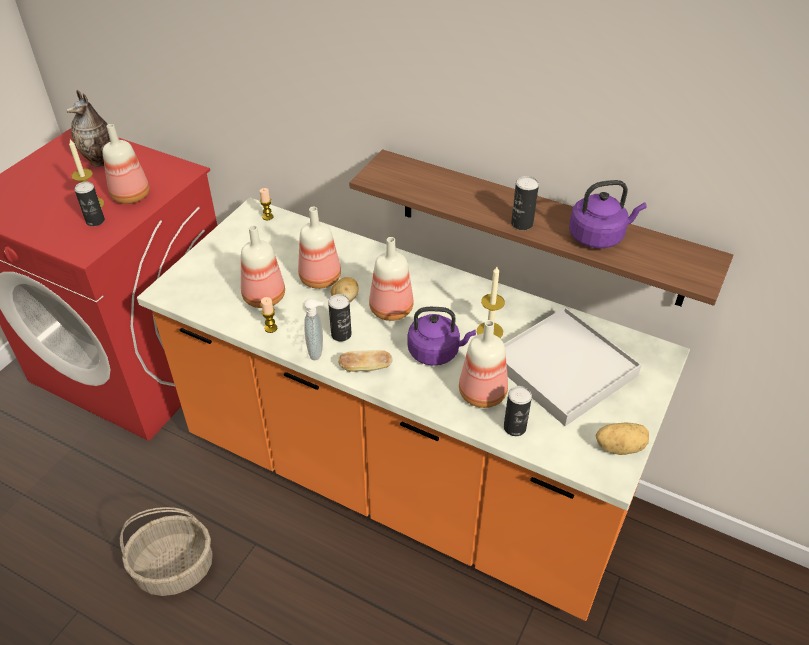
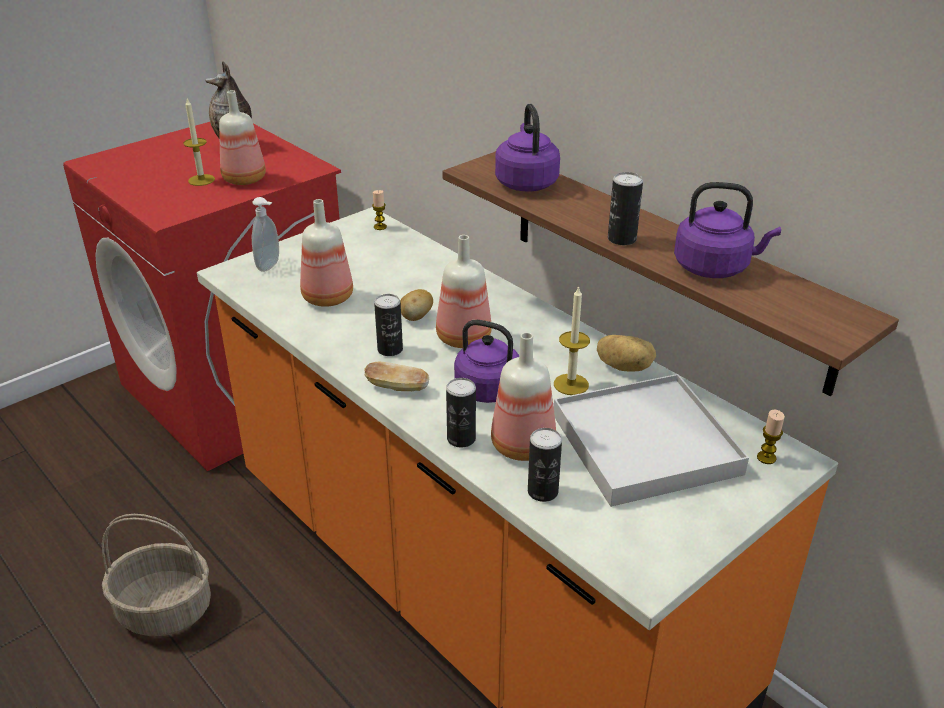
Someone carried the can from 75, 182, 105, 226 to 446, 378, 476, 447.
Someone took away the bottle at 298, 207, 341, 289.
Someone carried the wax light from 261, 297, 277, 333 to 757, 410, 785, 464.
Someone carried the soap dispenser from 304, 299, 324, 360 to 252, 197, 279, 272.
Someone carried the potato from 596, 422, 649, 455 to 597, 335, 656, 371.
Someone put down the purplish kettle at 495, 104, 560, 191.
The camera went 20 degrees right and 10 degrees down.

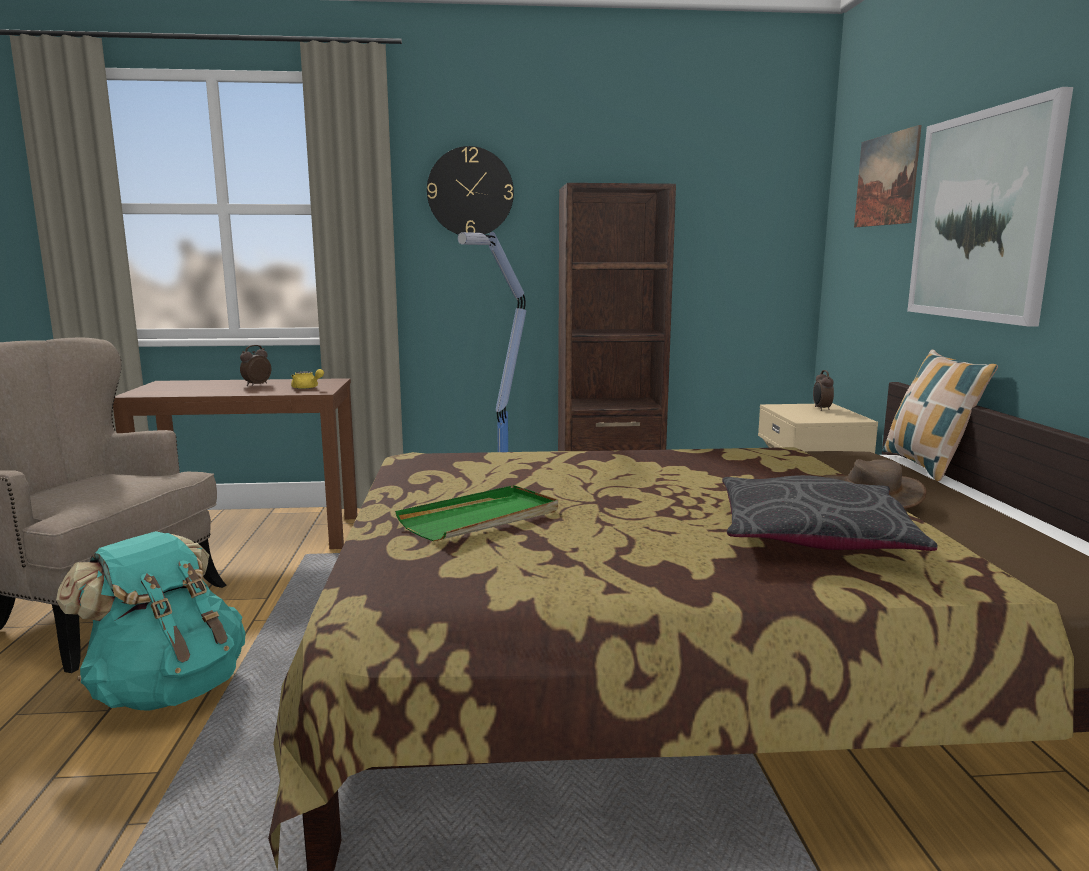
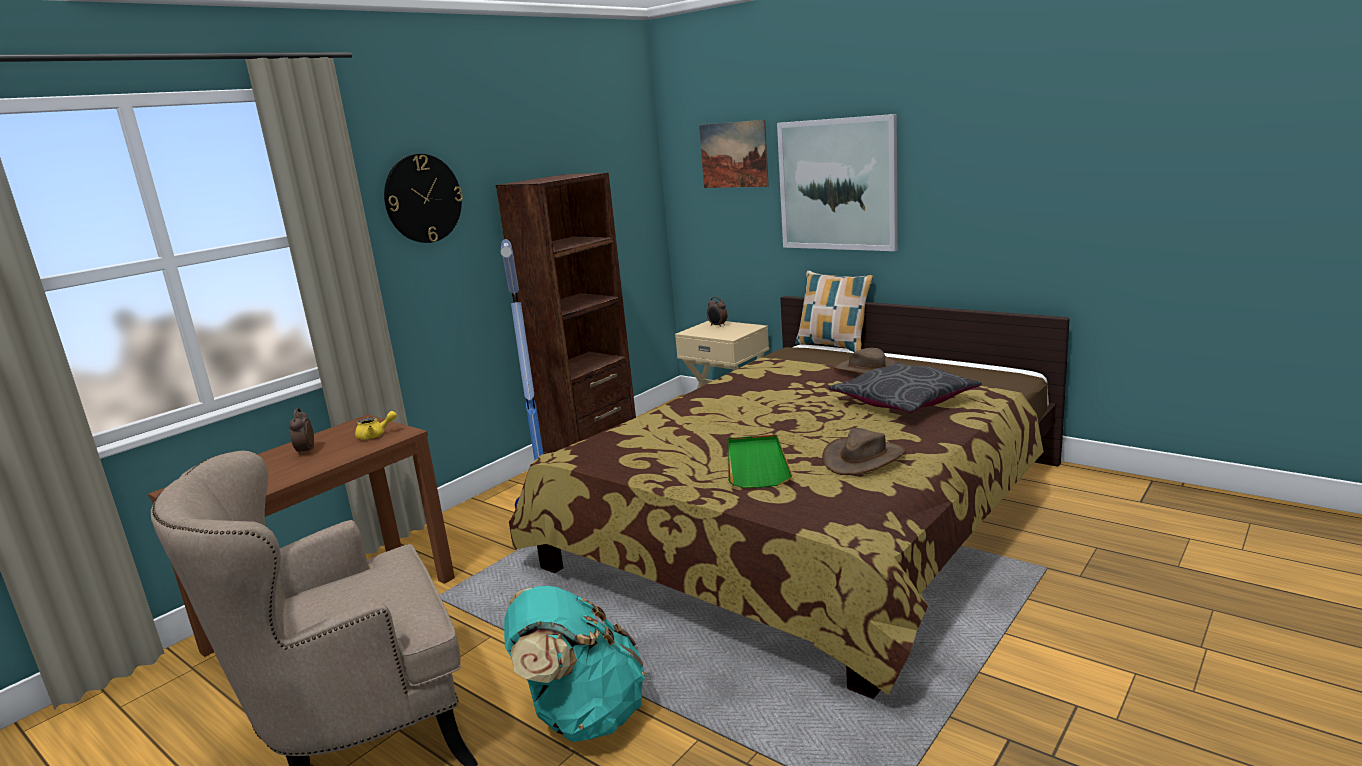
Someone put down the brown-coloured clothing hat at 822, 428, 905, 475.
The camera went 45 degrees left and 5 degrees up.

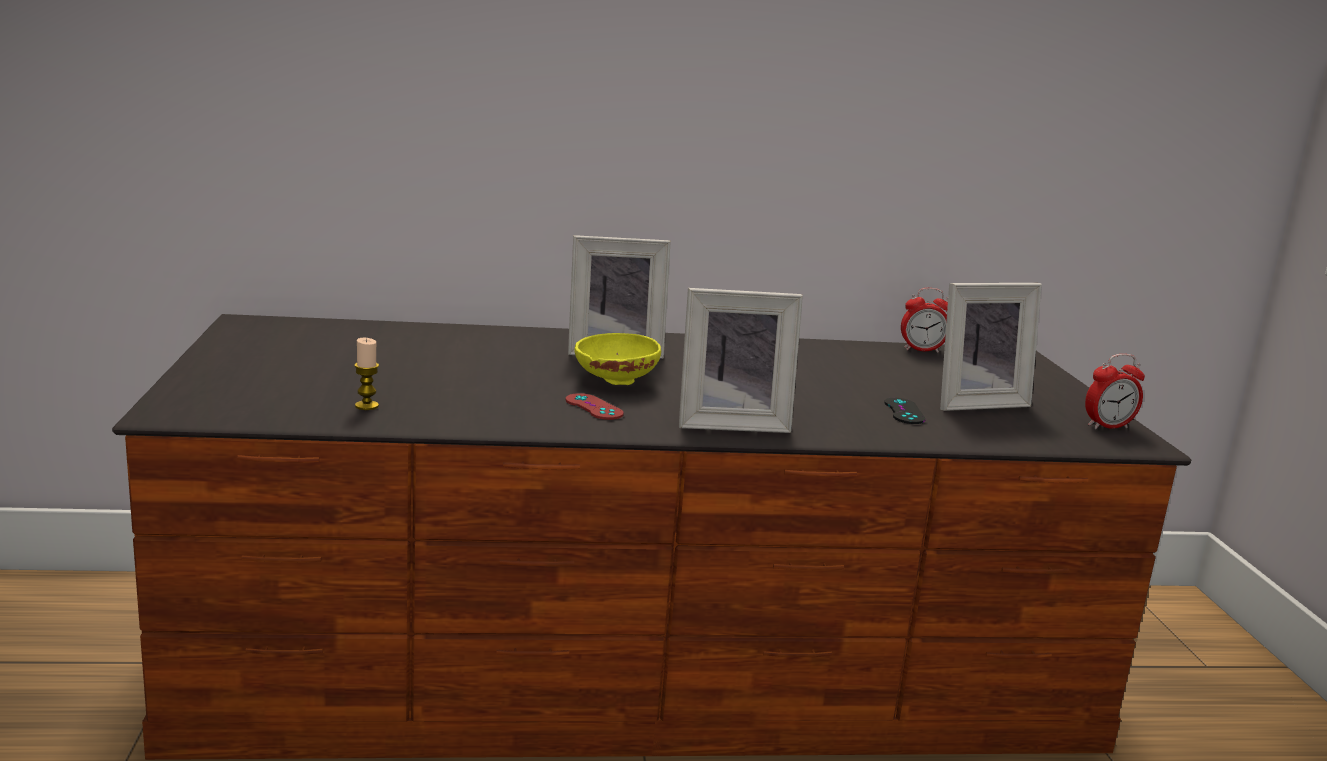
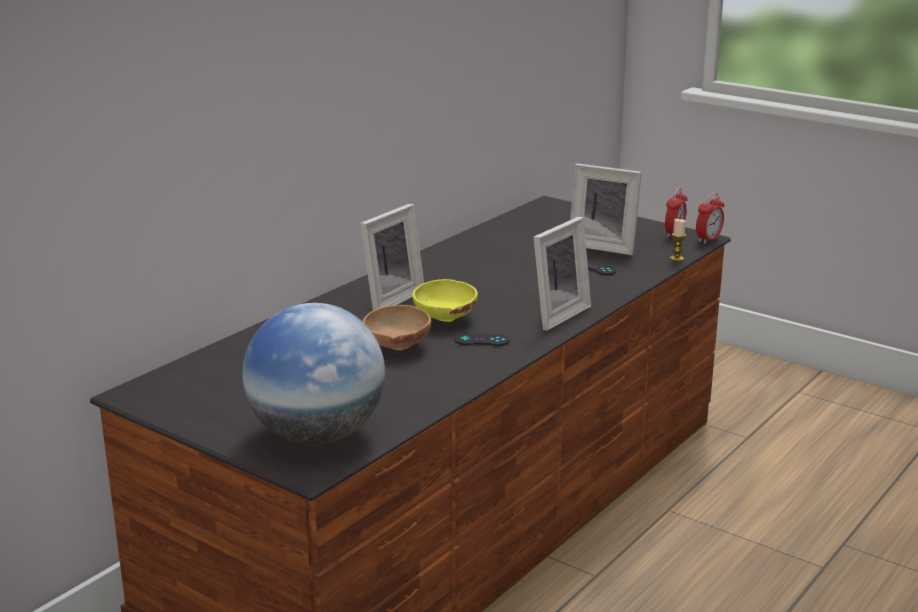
Someone rotated the photo frame at 940, 283, 1042, 411 by 90 degrees clockwise.
Someone carried the table clock from 901, 288, 948, 353 to 696, 193, 724, 244.
Someone carried the wax light from 354, 338, 379, 410 to 670, 219, 686, 261.
Someone repainted the reddish joypad at 565, 393, 624, 420, which became the blackish joypad at 454, 334, 509, 346.
Someone put down the globe at 242, 303, 385, 445.
Someone put down the brown-coloured deep dish at 363, 305, 431, 350.
The camera went 45 degrees left and 5 degrees up.

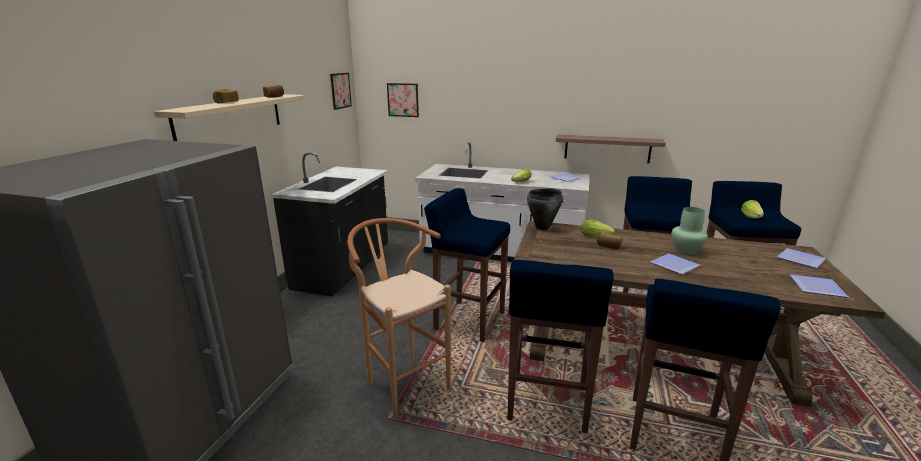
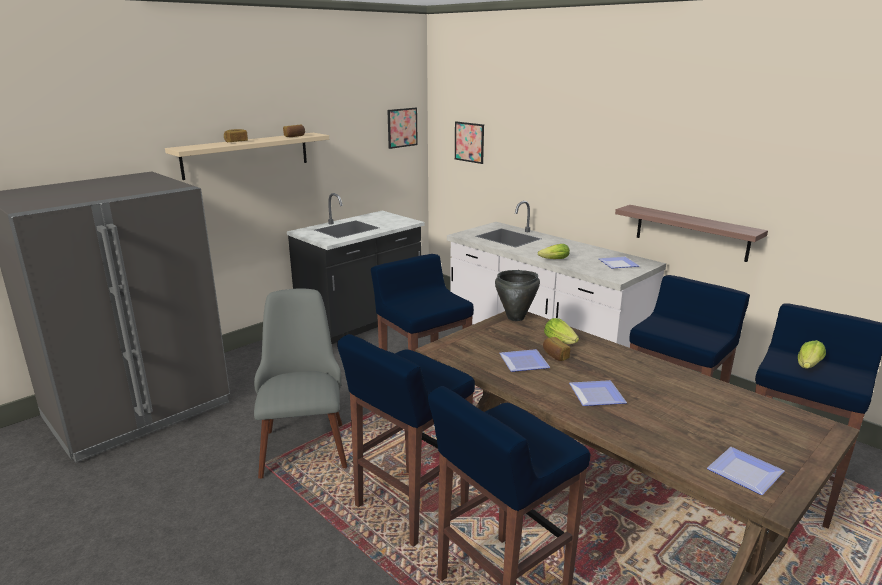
Someone took away the greenish flower vase at 671, 207, 708, 254.
Someone swapped the brown-coloured sitting stool at 347, 218, 451, 419 for the gray chair at 254, 288, 347, 479.
Someone carried the flat dish from 777, 248, 826, 268 to 499, 349, 550, 372.
The camera went 30 degrees right and 0 degrees up.

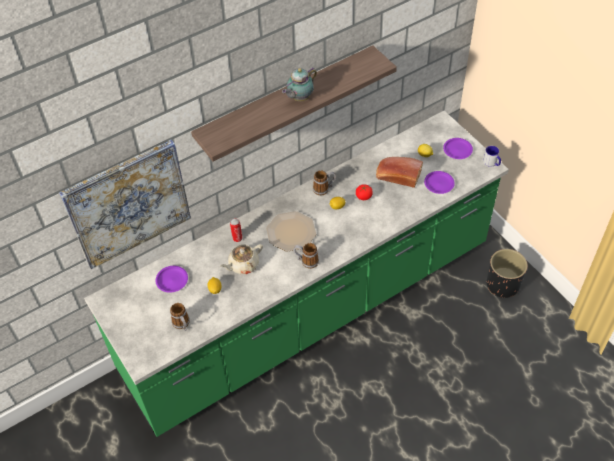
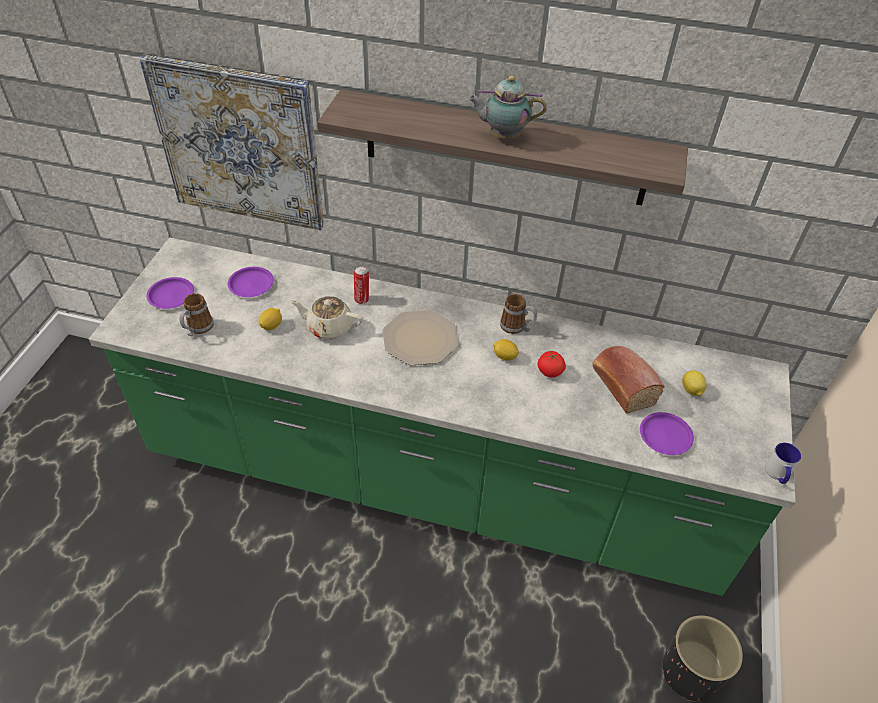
Someone carried the purplish flat dish from 443, 138, 473, 159 to 146, 277, 194, 309.
Someone took away the tea mug at 294, 243, 319, 269.
The camera went 45 degrees right and 5 degrees down.

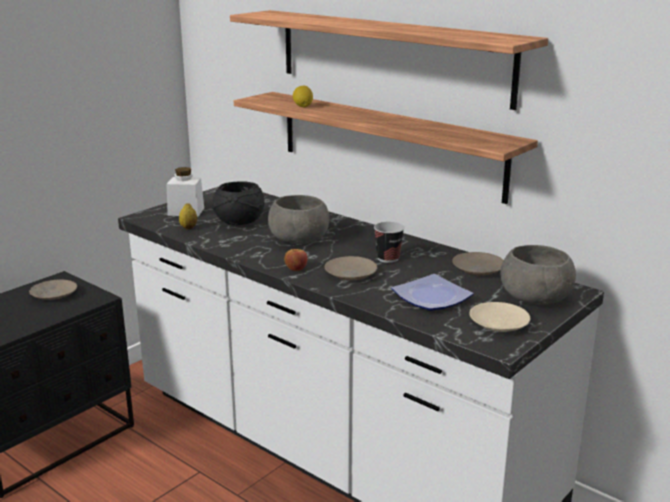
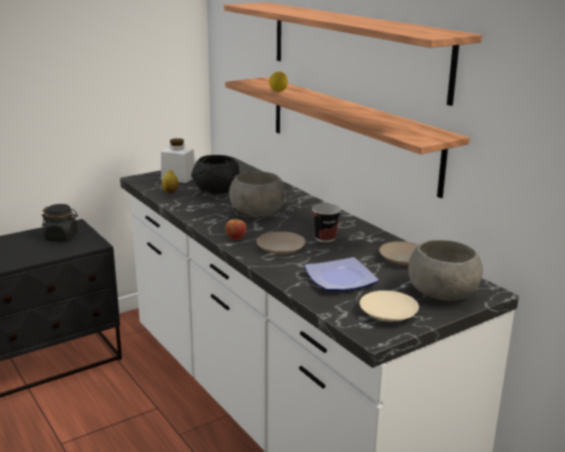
Someone swapped the sand-coloured flat dish at 29, 279, 77, 300 for the blackish storage jar at 42, 204, 78, 241.
The camera went 15 degrees right and 0 degrees up.

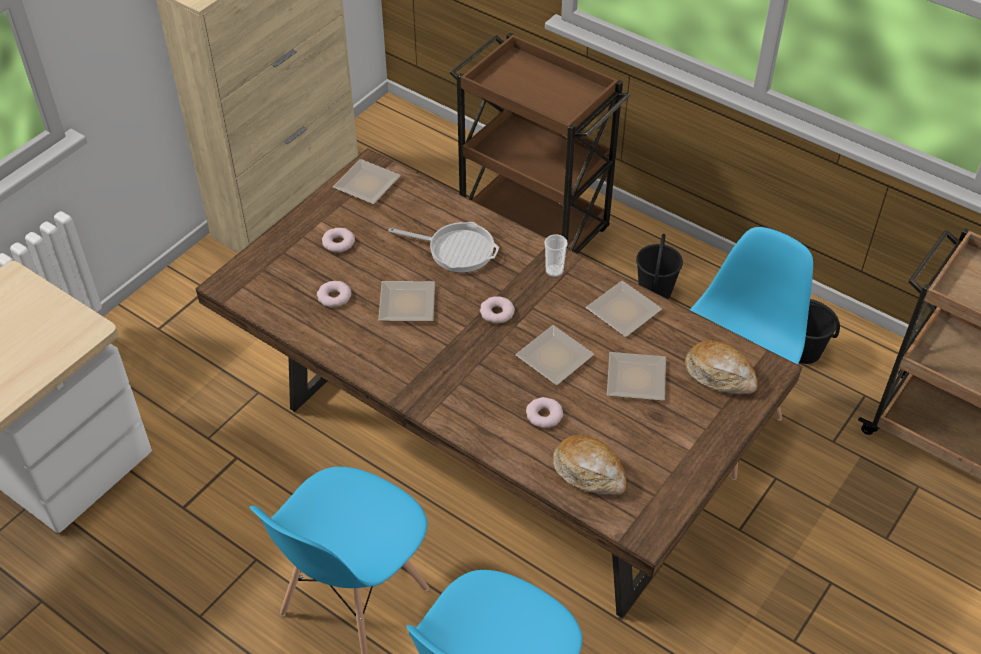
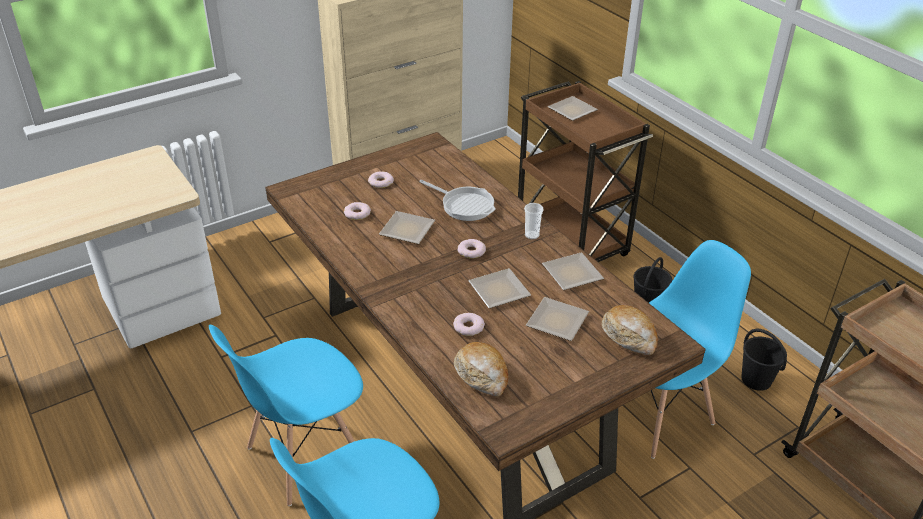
Someone carried the flat dish from 333, 159, 401, 204 to 547, 96, 598, 121.
The camera went 20 degrees right and 10 degrees down.

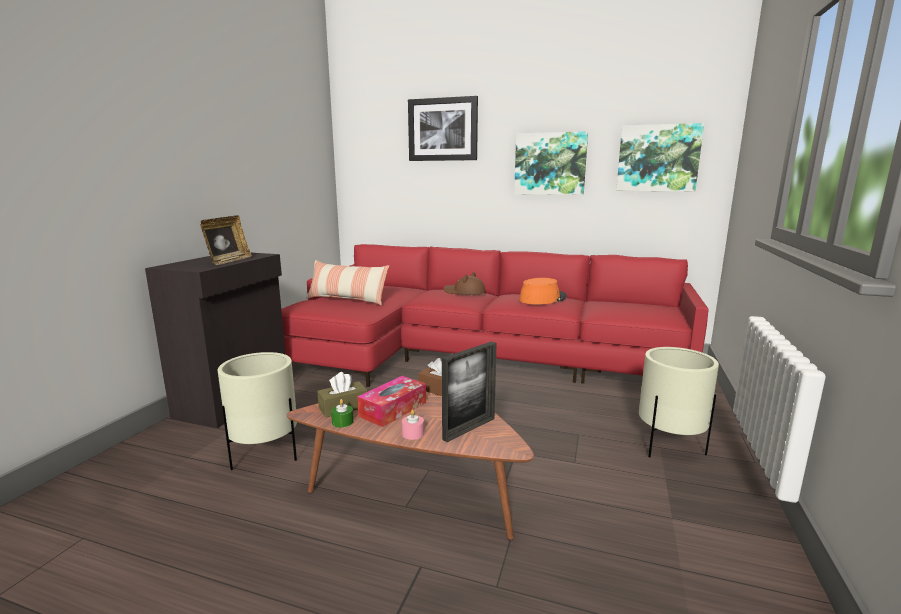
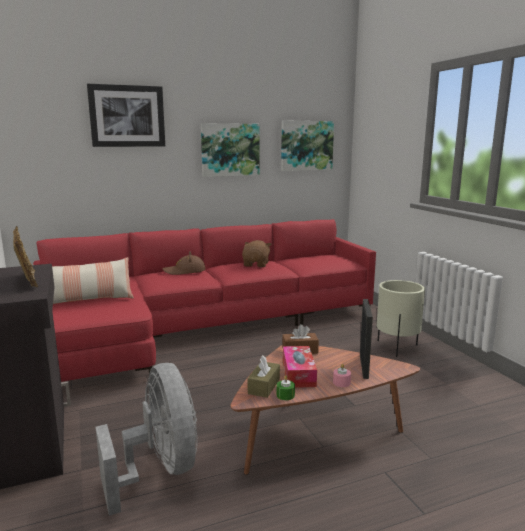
Someone swapped the orange clothing hat at 519, 278, 567, 305 for the brown-coloured cuddly toy at 242, 240, 272, 267.
Someone swapped the sand-coloured plant pot at 218, 352, 297, 470 for the gray cooling fan at 95, 363, 198, 516.
The camera went 40 degrees left and 0 degrees up.

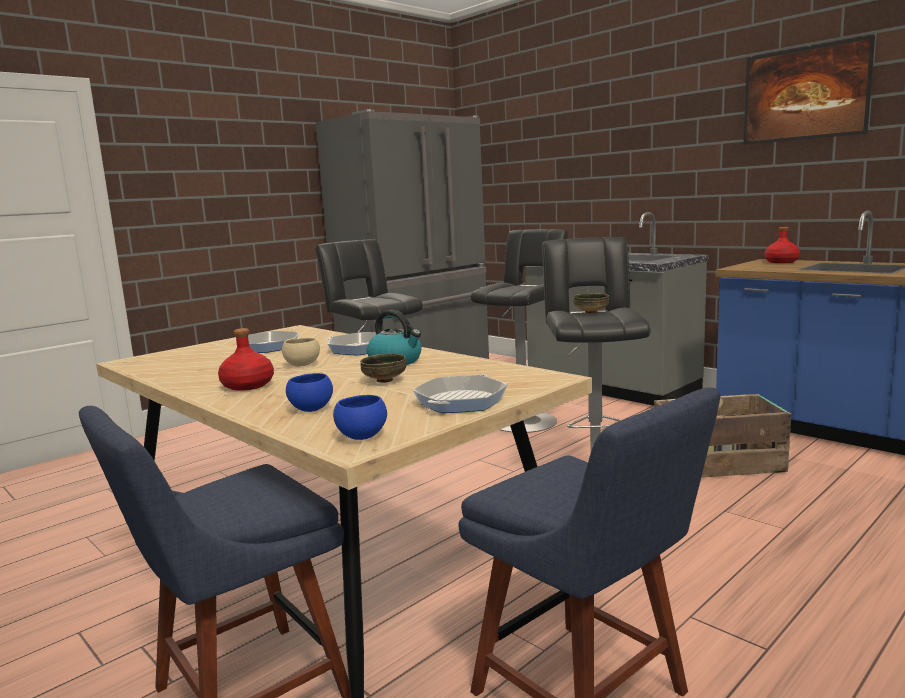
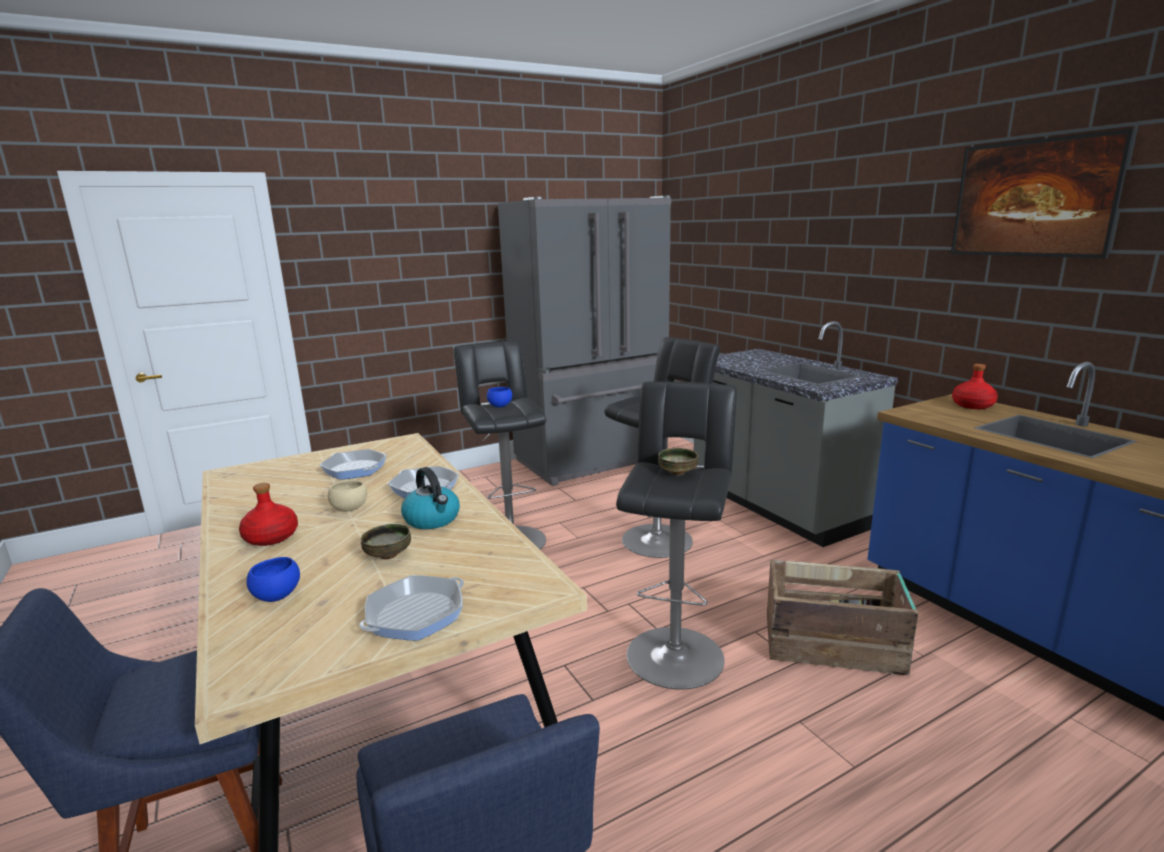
Someone carried the blue deep dish from 333, 395, 387, 440 to 487, 387, 512, 407.
The camera went 15 degrees right and 5 degrees up.

